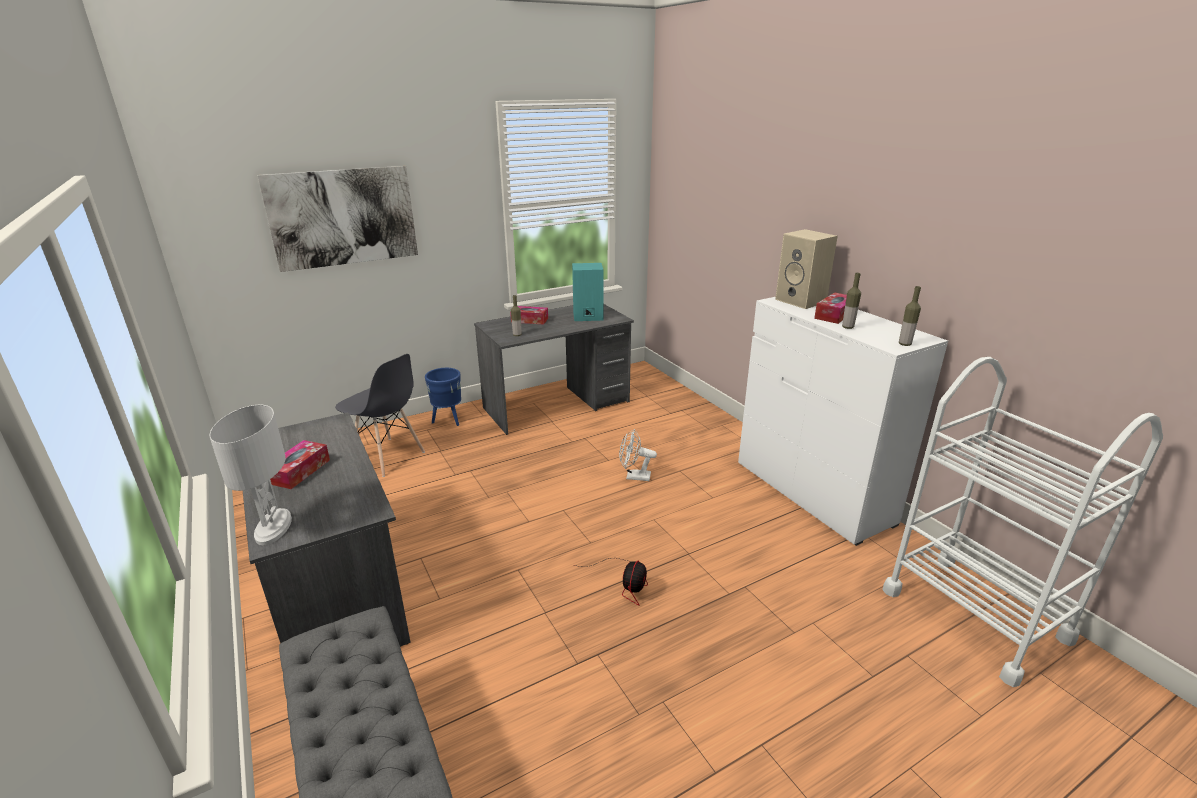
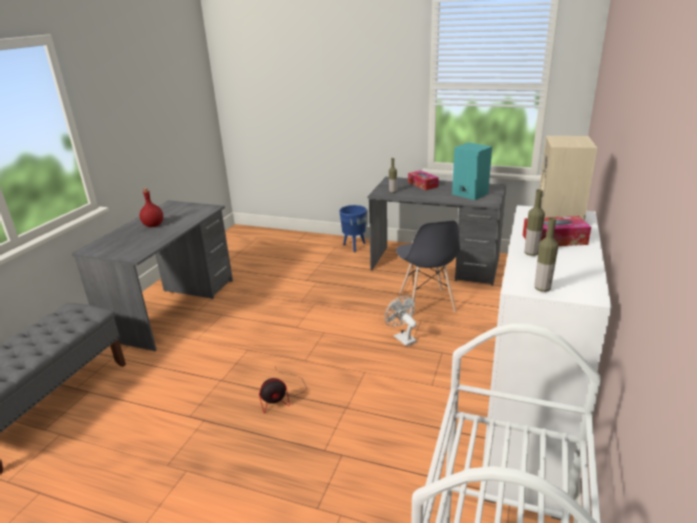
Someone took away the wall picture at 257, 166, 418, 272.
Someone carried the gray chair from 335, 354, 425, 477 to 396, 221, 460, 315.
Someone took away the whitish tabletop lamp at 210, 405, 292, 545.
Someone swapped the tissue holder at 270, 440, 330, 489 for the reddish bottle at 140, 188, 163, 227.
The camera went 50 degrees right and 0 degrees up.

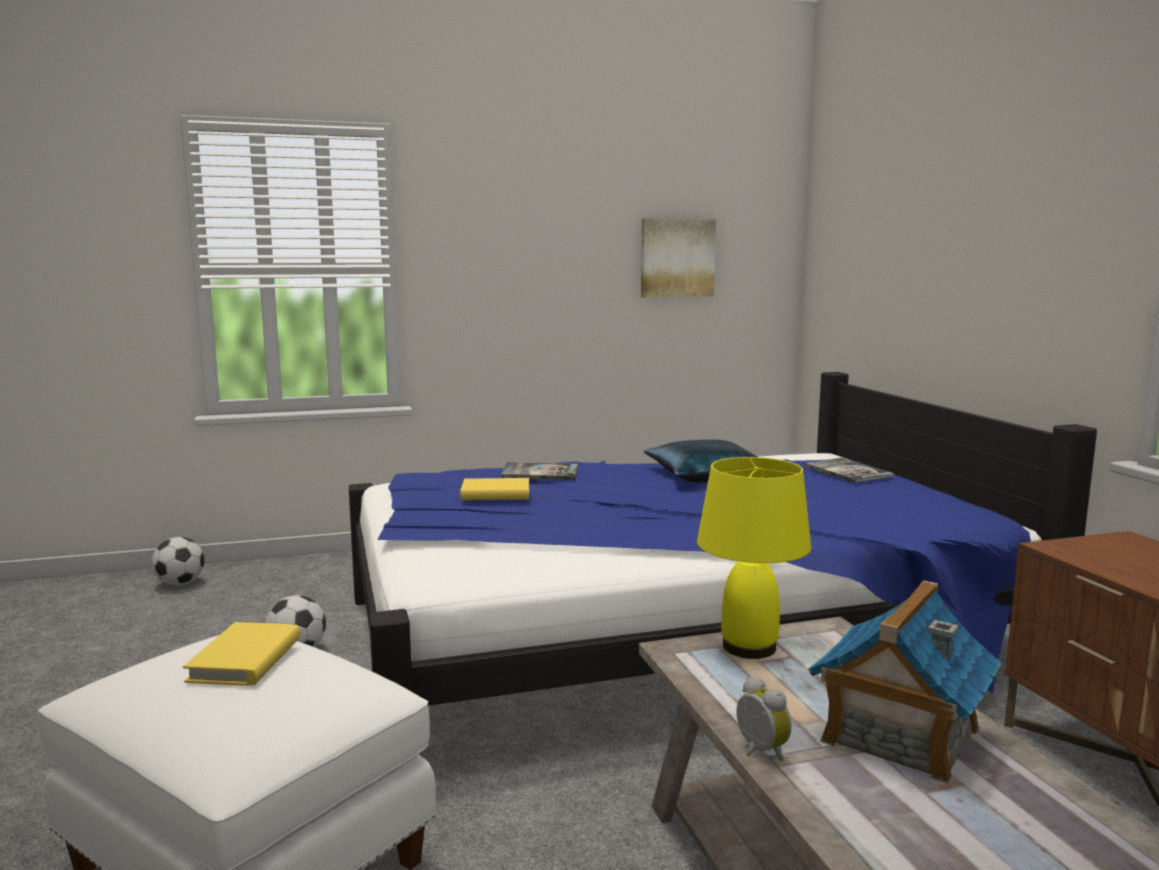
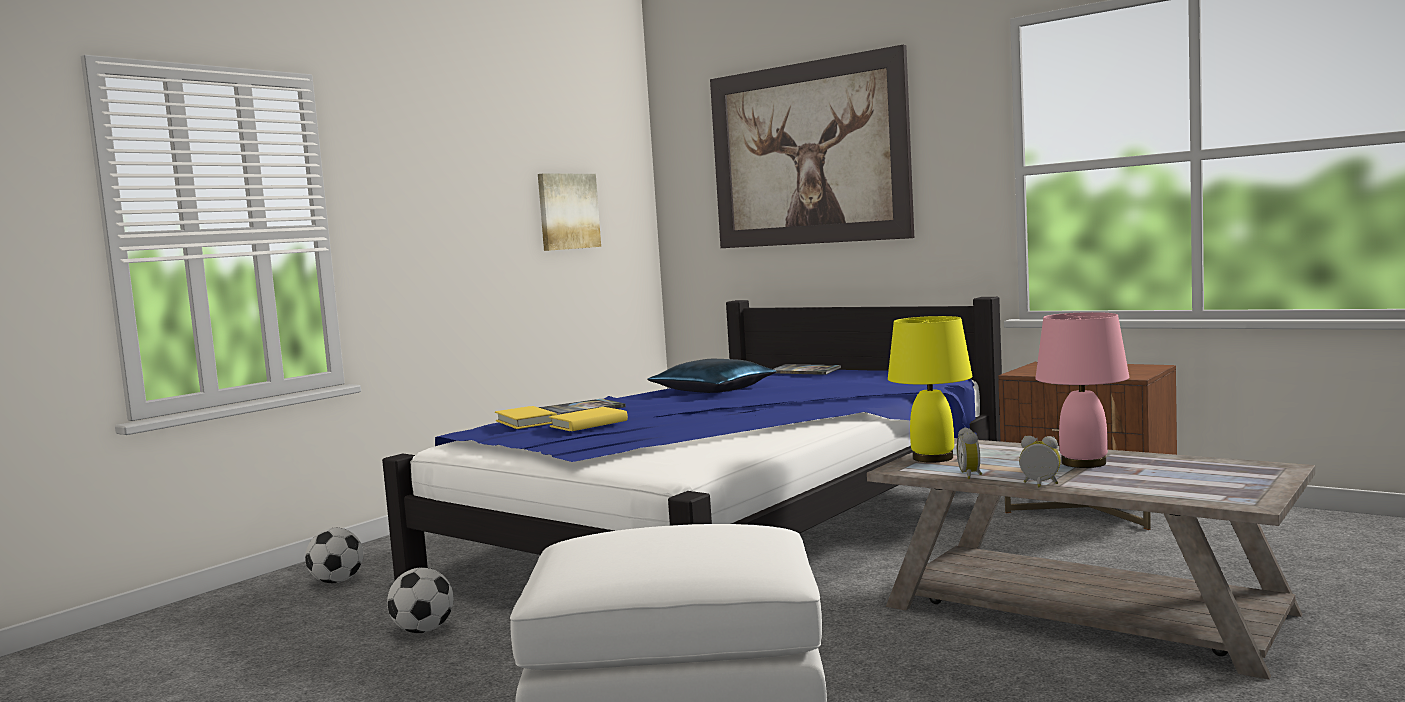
Someone carried the ball for football from 151, 537, 205, 586 to 305, 528, 363, 583.
Someone swapped the toy house at 808, 580, 1002, 784 for the pink-coloured tabletop lamp at 1035, 312, 1129, 468.
Someone carried the yellow volume from 183, 622, 301, 686 to 495, 406, 557, 429.
Someone put up the wall picture at 710, 45, 914, 248.
Someone put down the table clock at 957, 427, 982, 479.
The camera went 35 degrees left and 5 degrees down.

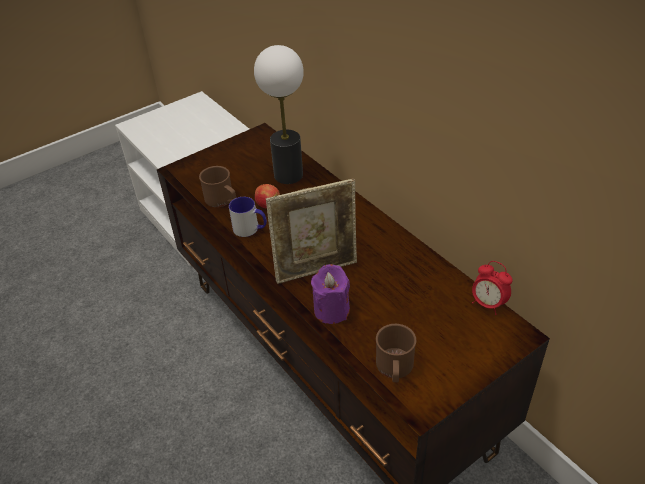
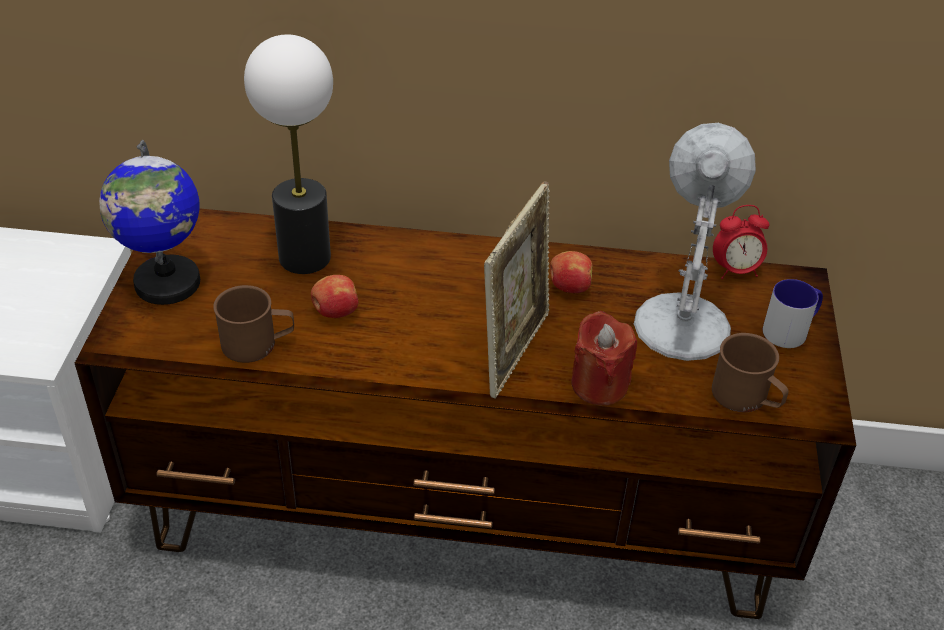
Someone carried the tea mug from 229, 197, 267, 237 to 763, 279, 823, 348.
Someone repainted the purplish wax light at 311, 264, 350, 324, which became the reddish wax light at 571, 311, 637, 405.
Someone put down the whitish tabletop lamp at 634, 123, 756, 361.
Someone put down the globe at 99, 140, 200, 305.
Someone put down the apple fruit at 550, 251, 593, 293.
The camera went 50 degrees left and 0 degrees up.

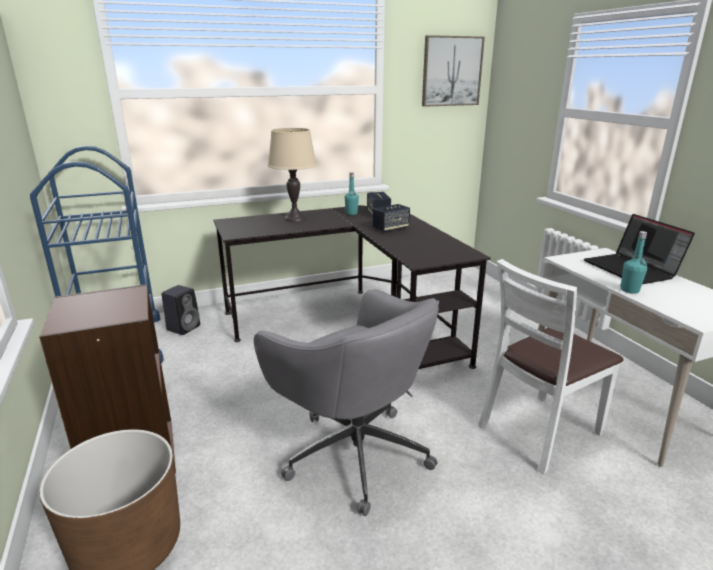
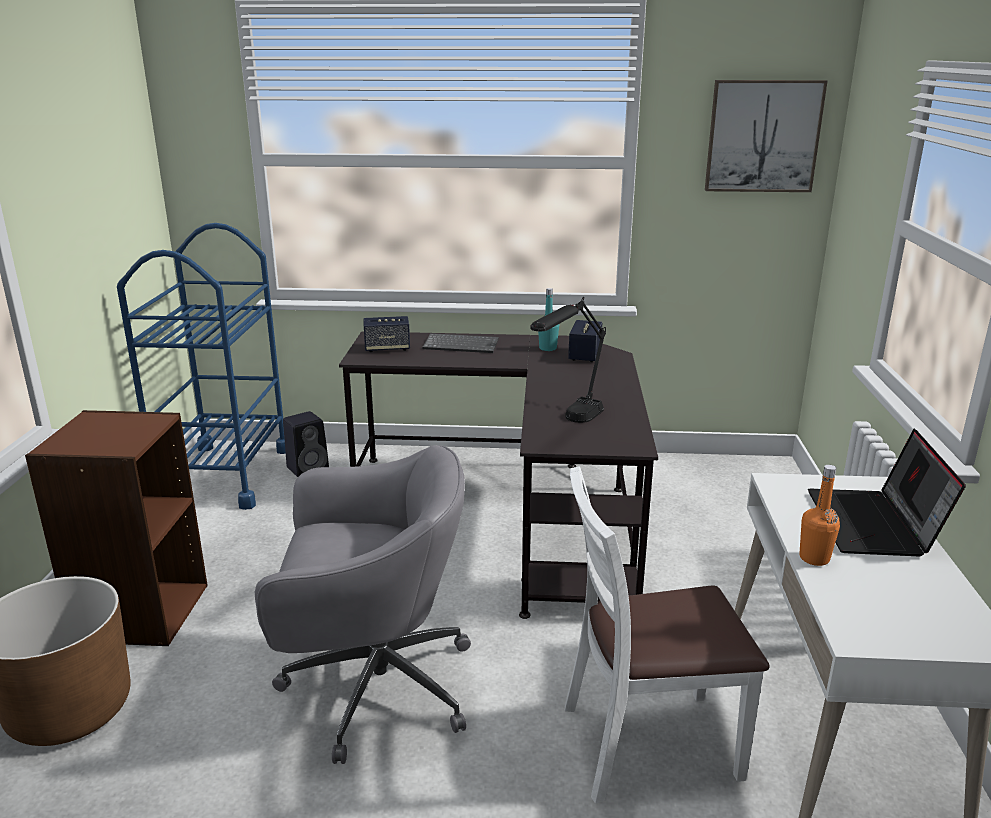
Someone swapped the sand-coloured tabletop lamp at 268, 128, 317, 222 for the PC keyboard at 422, 333, 499, 353.
Someone carried the loudspeaker from 373, 204, 410, 232 to 364, 316, 410, 352.
Someone repainted the blue-green bottle at 620, 231, 647, 294, which became the orange bottle at 799, 465, 840, 566.
Someone rotated the gray office chair at 254, 290, 439, 516 by 75 degrees counterclockwise.
Someone put down the blackish tabletop lamp at 530, 297, 606, 423.
The camera went 25 degrees right and 0 degrees up.

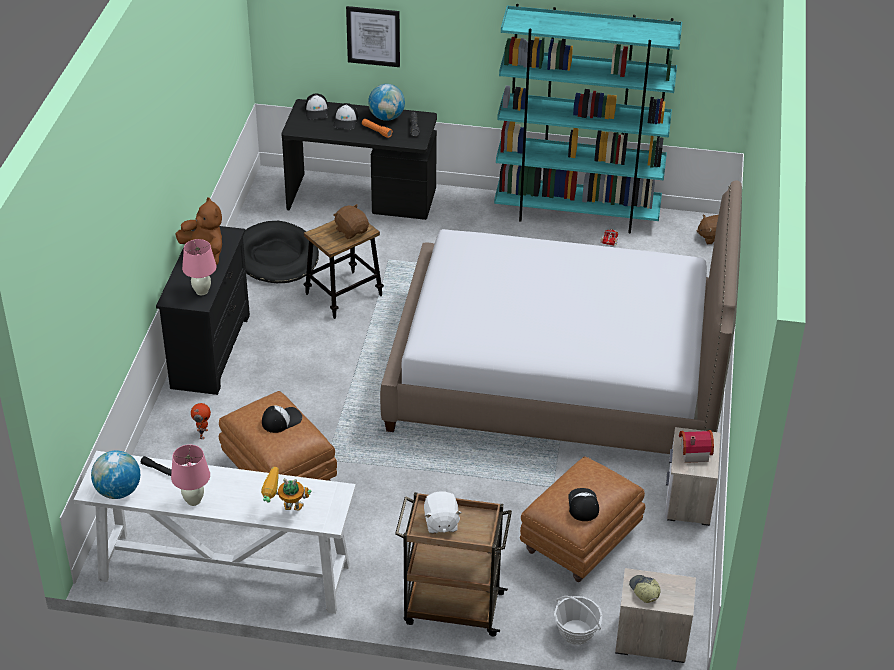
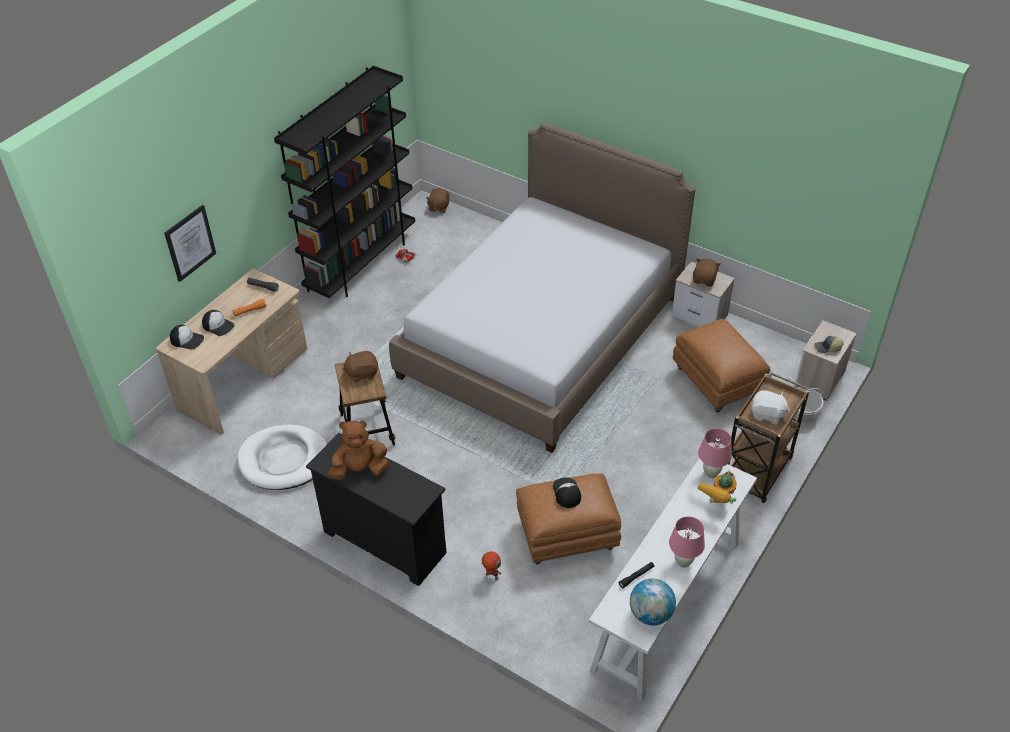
Someone repainted the blue-green bookcase at 494, 4, 682, 233, which became the blackish bookcase at 274, 66, 415, 298.
Someone took away the globe at 368, 84, 405, 121.
Someone repainted the blackish desk table at 282, 99, 437, 220, which became the sand-coloured desk table at 156, 269, 307, 435.
Someone repainted the blackish pet bed at 243, 221, 319, 283, which became the whitish pet bed at 237, 424, 328, 490.
Someone carried the pink-coloured tabletop lamp from 182, 239, 216, 295 to 698, 428, 732, 478.
Someone swapped the toy house at 679, 430, 714, 463 for the brown-coloured cuddly toy at 693, 258, 721, 286.
Someone took away the baseball cap at 568, 488, 599, 521.
The camera went 65 degrees left and 5 degrees up.

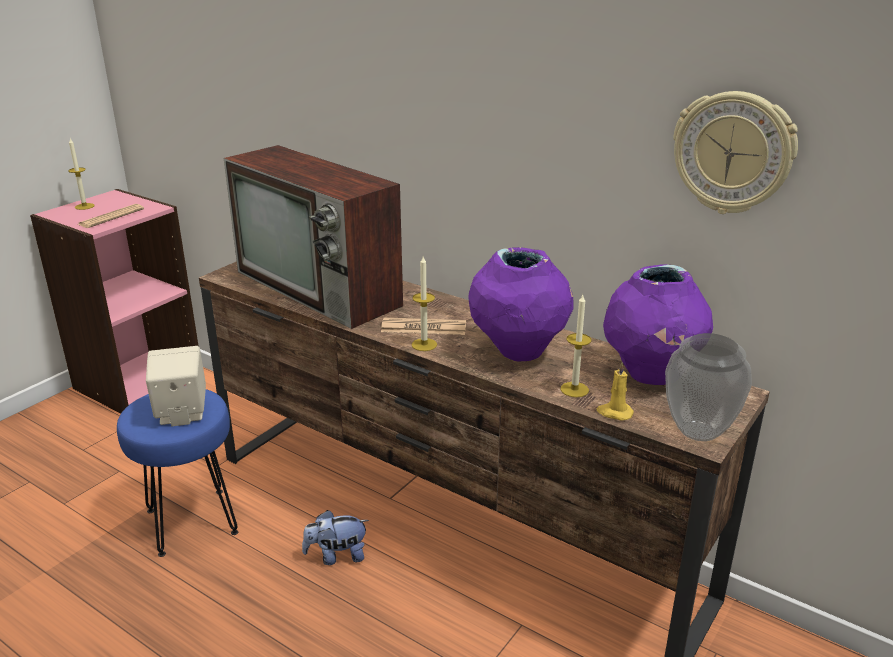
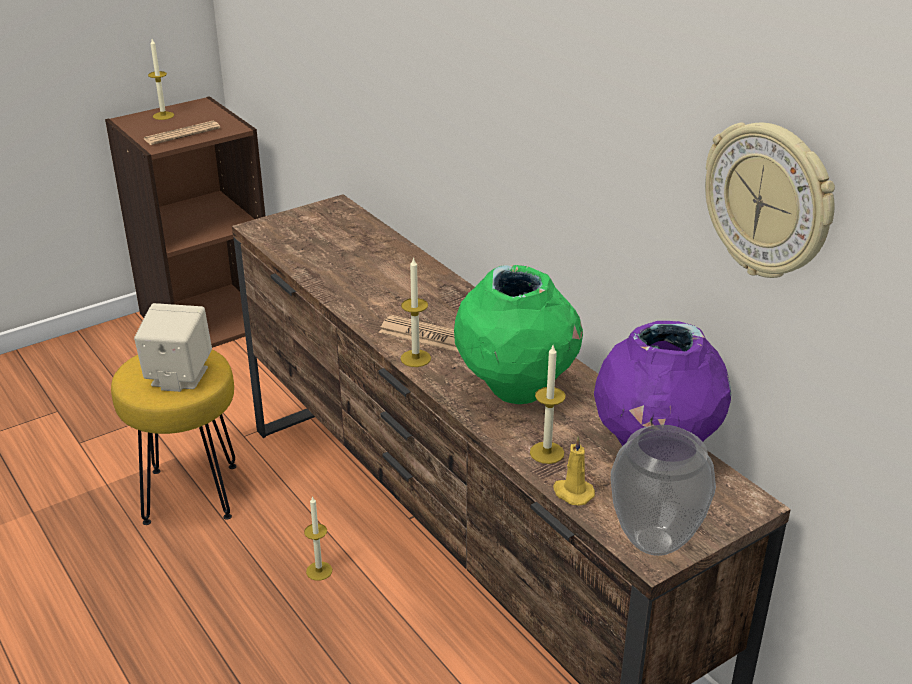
Someone took away the TV set at 224, 145, 403, 329.
Someone repainted the pink-coloured bookcase at 30, 189, 198, 414, which became the brown-coloured bookcase at 105, 96, 265, 348.
Someone repainted the purplish flower vase at 469, 247, 573, 361, which became the greenish flower vase at 454, 265, 583, 404.
Someone repainted the blue sitting stool at 117, 389, 238, 557, which became the yellow sitting stool at 111, 350, 237, 525.
Someone swapped the cuddly toy at 302, 510, 369, 565 for the wax light at 304, 496, 332, 581.
The camera went 20 degrees right and 5 degrees up.

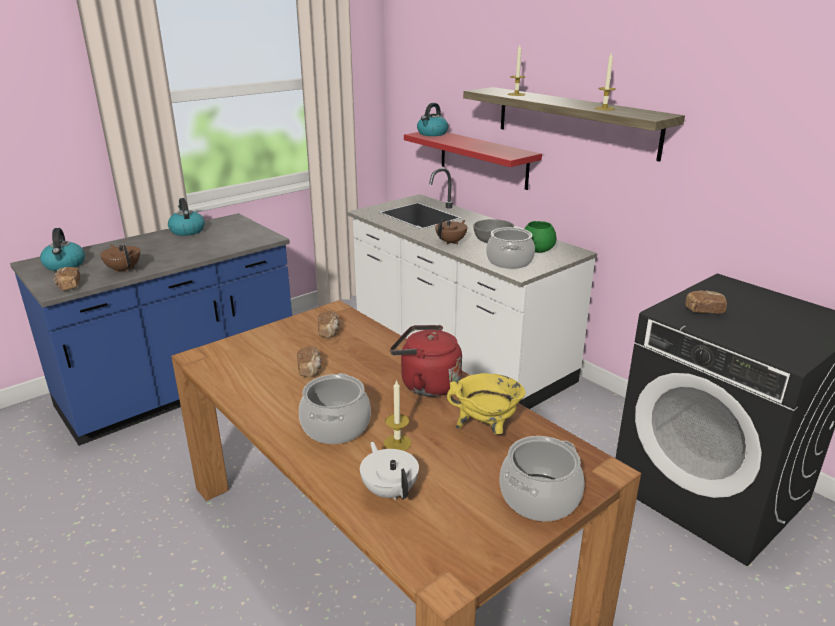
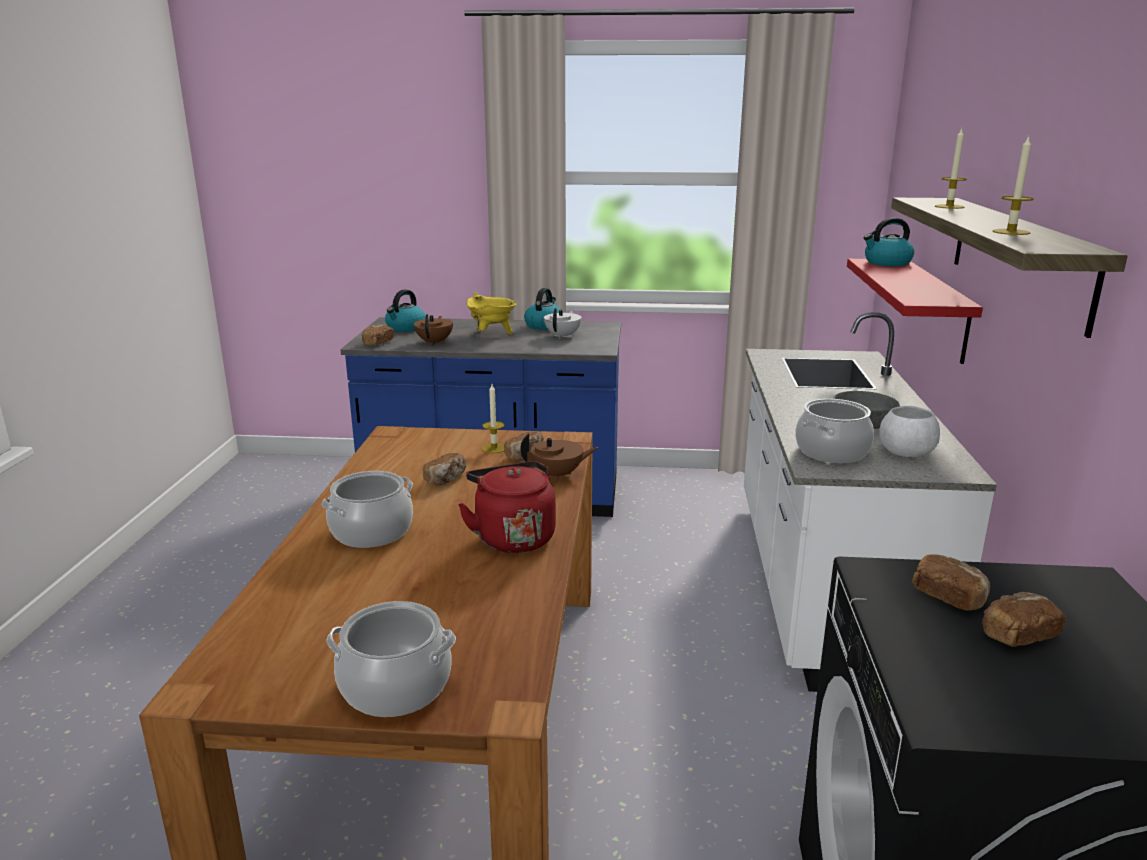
Someone carried the brown-coloured teapot from 435, 220, 467, 245 to 520, 433, 598, 481.
Someone repainted the greenish deep dish at 524, 221, 556, 253, which became the whitish deep dish at 879, 406, 940, 457.
Someone carried the yellow saucepot from 447, 373, 525, 434 to 466, 292, 517, 334.
Someone carried the wax light from 384, 379, 411, 451 to 481, 384, 504, 454.
Someone carried the whitish teapot from 360, 442, 419, 500 to 544, 308, 582, 339.
Someone put down the bakery bread at 982, 592, 1065, 647.
The camera went 45 degrees right and 5 degrees down.

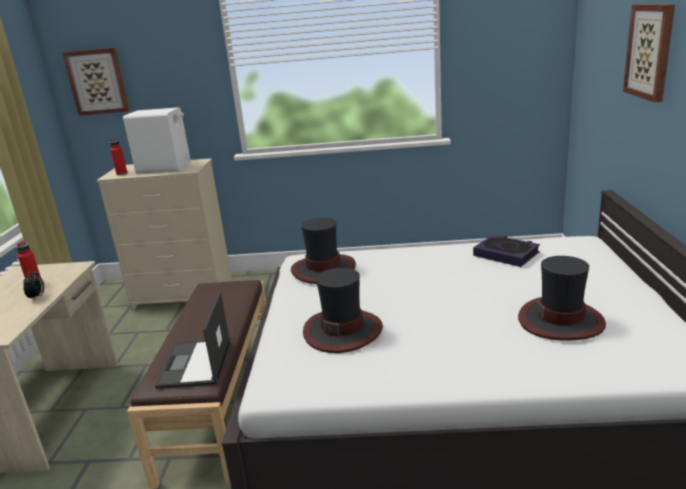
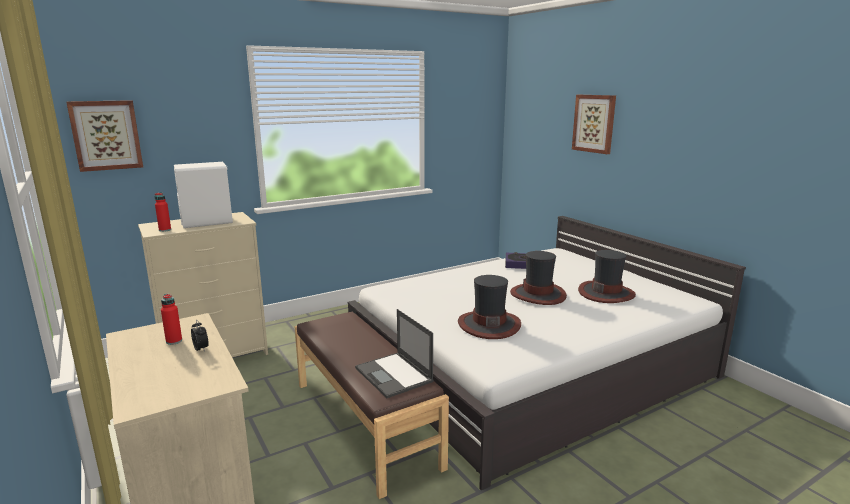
Someone carried the clothing hat from 291, 218, 356, 284 to 510, 251, 567, 305.
The camera went 35 degrees left and 5 degrees down.

